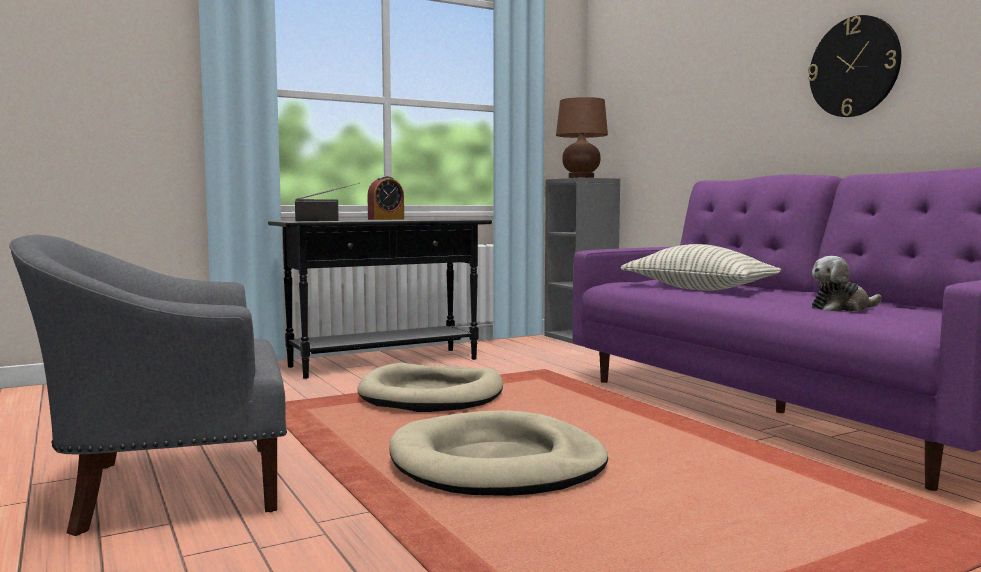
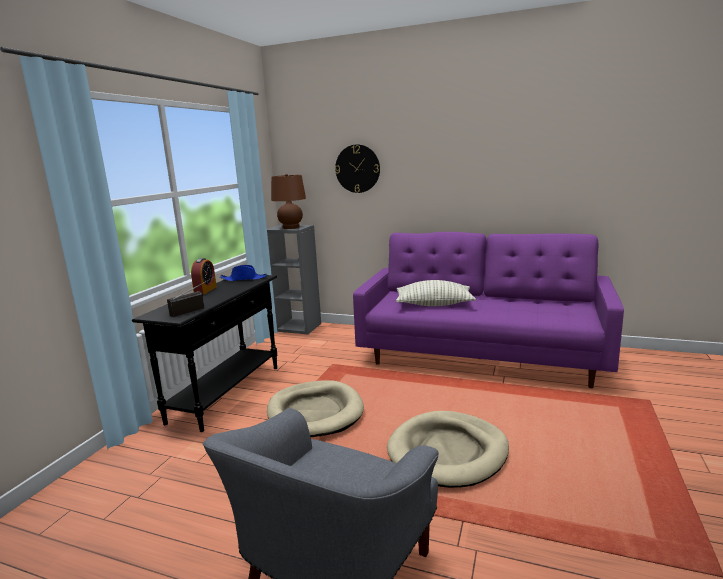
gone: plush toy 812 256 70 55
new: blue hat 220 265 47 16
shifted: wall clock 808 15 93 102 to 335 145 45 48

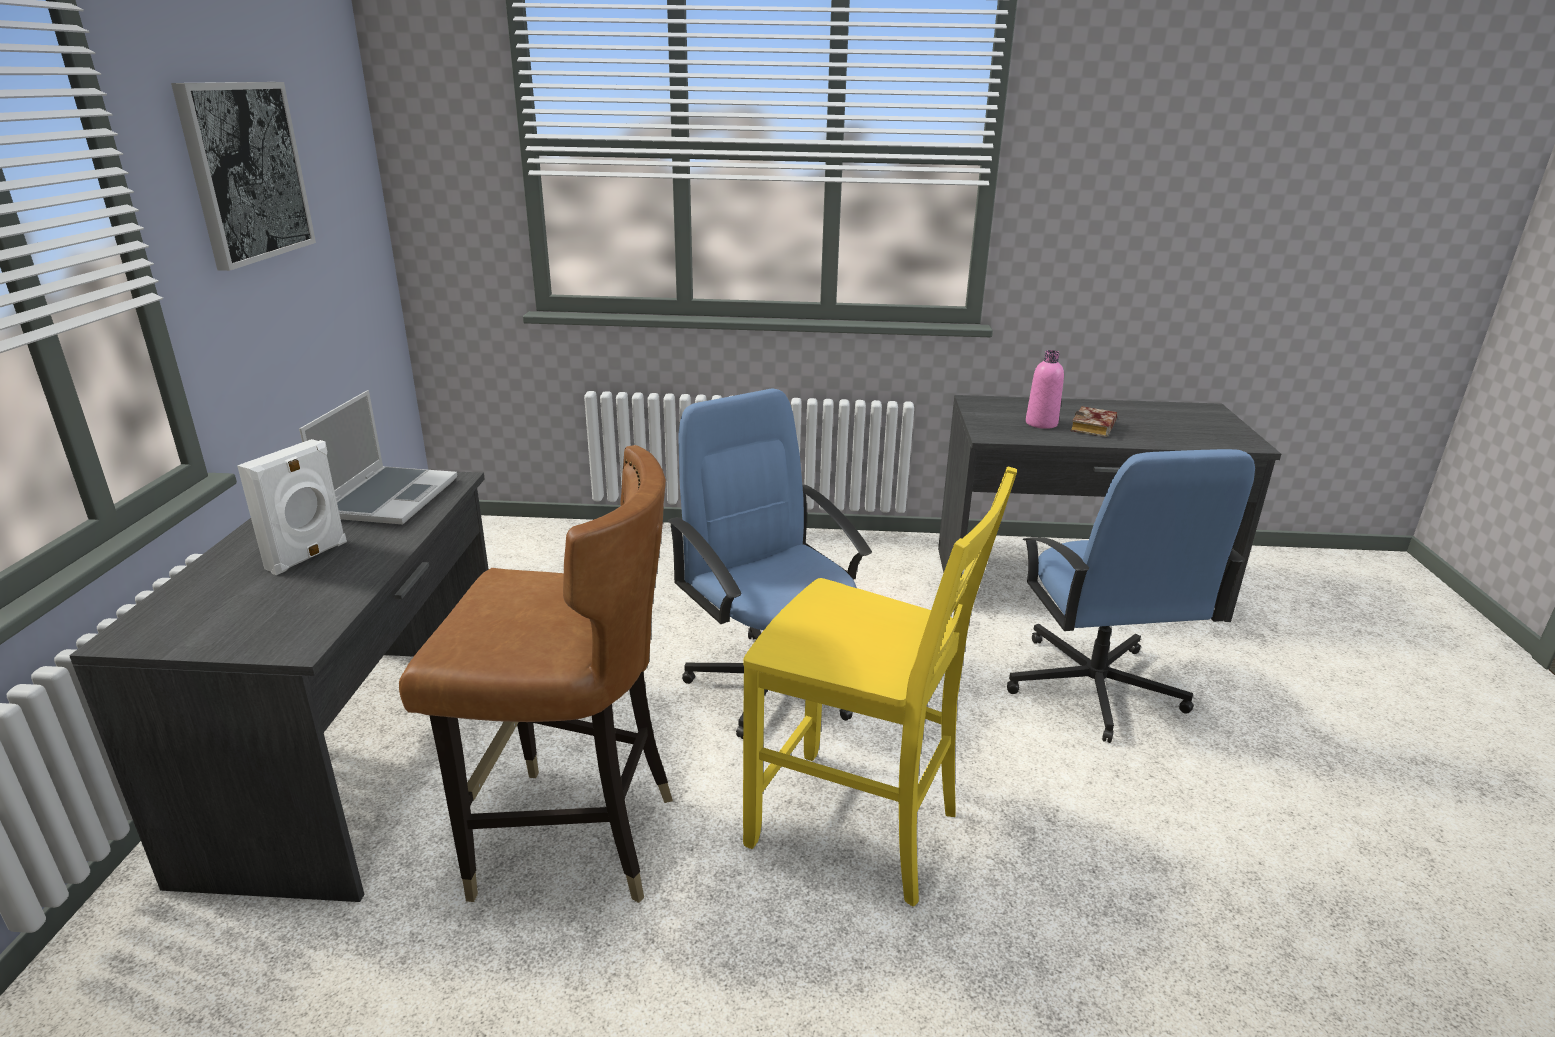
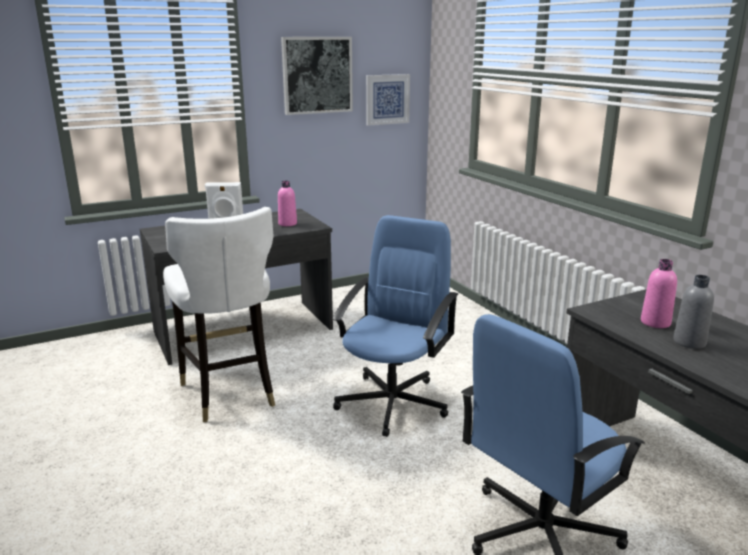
gone: yellow chair 743 467 274 439
new: picture 366 74 44 52
swapped: laptop 299 390 158 134 to pink bottle 278 181 19 45; book 1071 406 46 31 to grey bottle 673 275 41 74
repainted: brown chair 399 445 274 458 to white chair 163 207 112 215

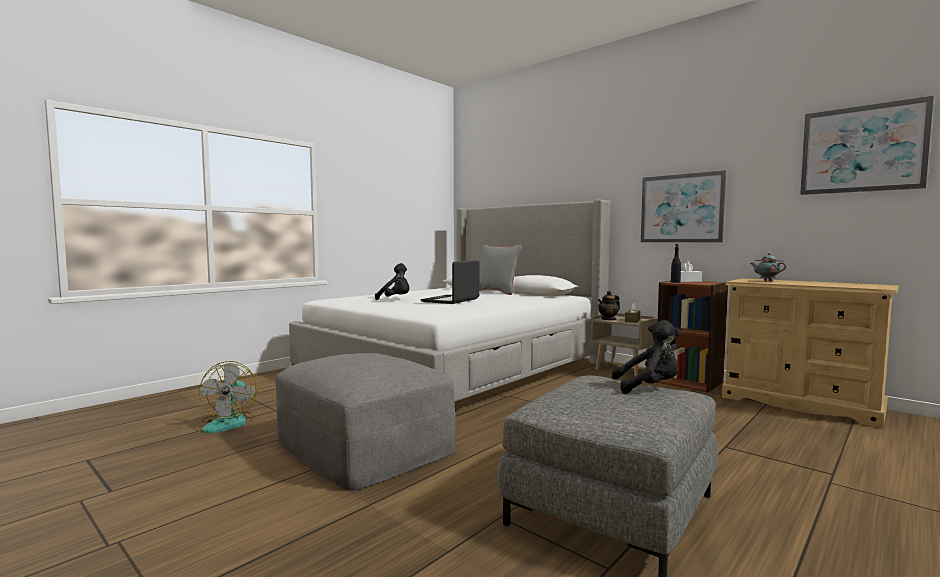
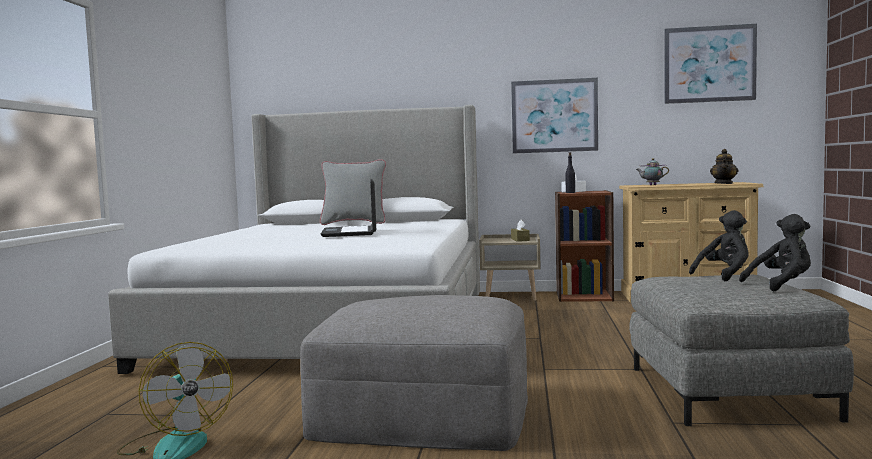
shifted: black plush toy 375 263 34 37 to 739 214 72 78; teapot 598 291 22 30 to 710 149 28 35

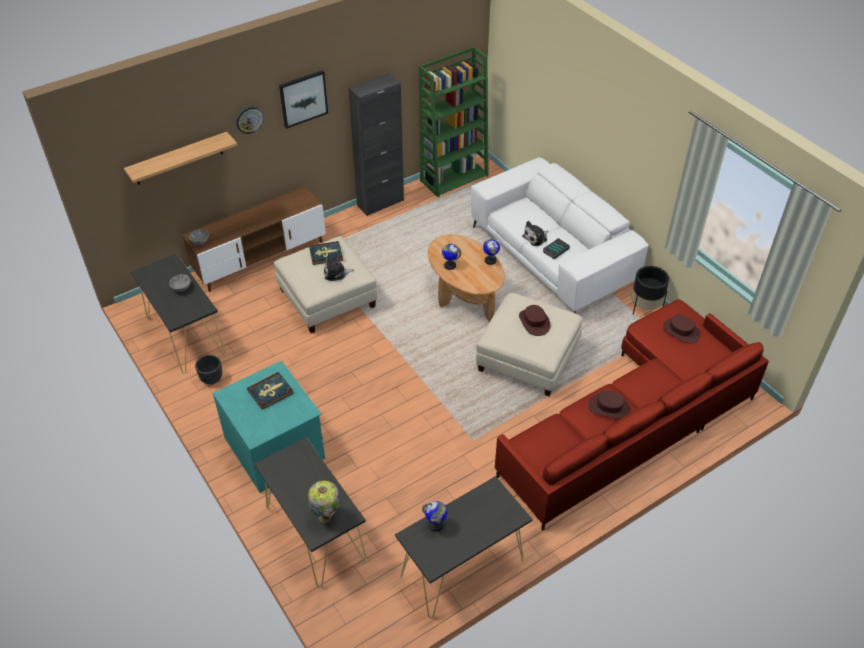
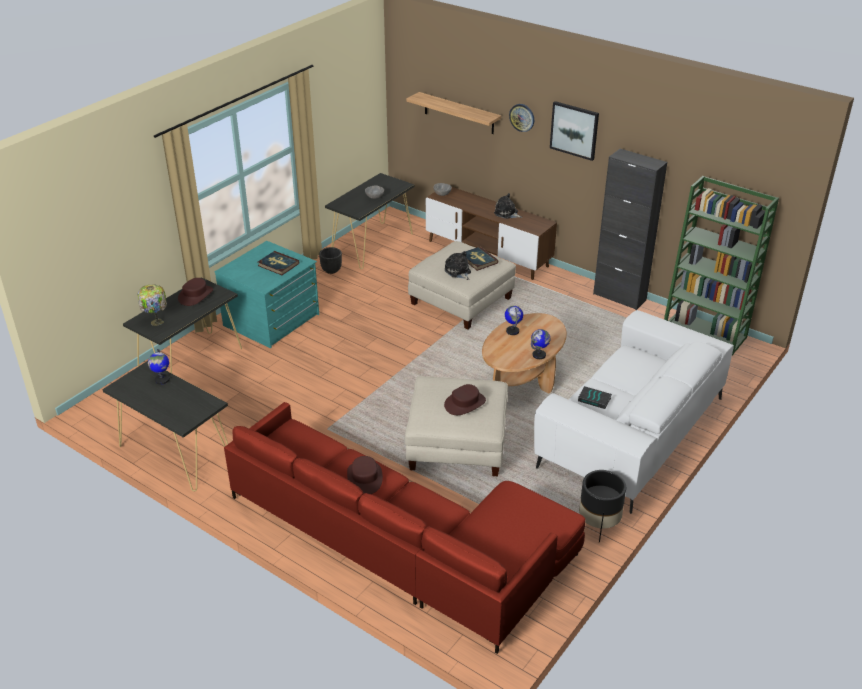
shifted: plush toy 522 221 26 25 to 494 193 28 26; brown hat 663 314 38 30 to 178 278 35 28

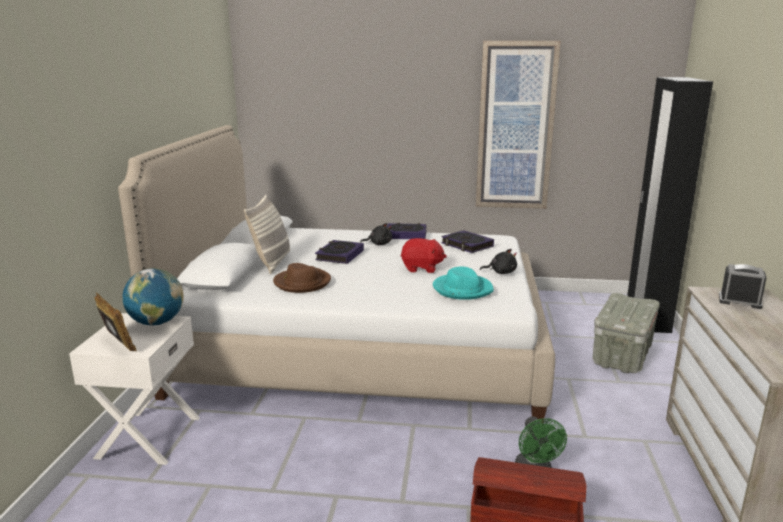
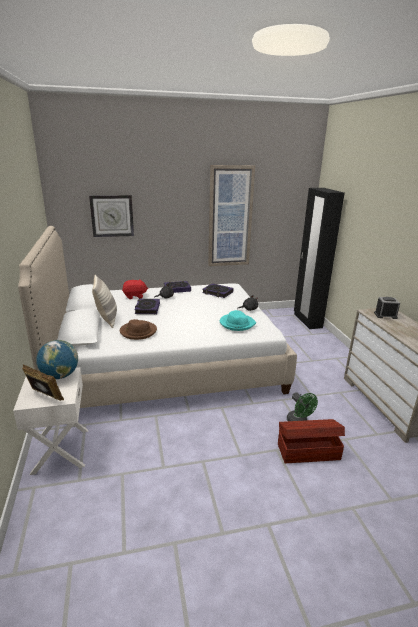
gone: grey storage box 593 293 67 80
new: wall clock 89 195 45 42
shifted: red plush toy 400 238 47 35 to 122 279 26 20

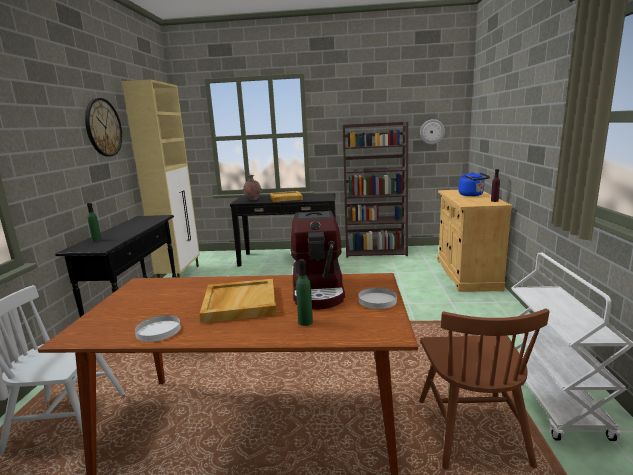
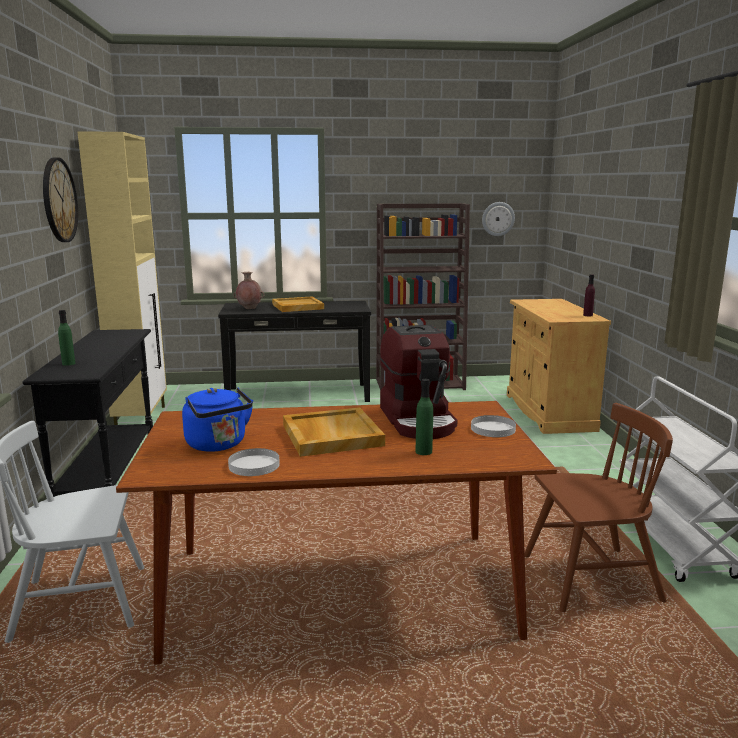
shifted: blue kettle 458 172 32 24 to 182 387 71 65
rotated: brown chair 419 308 131 162 = 525 403 148 209 90 degrees counterclockwise

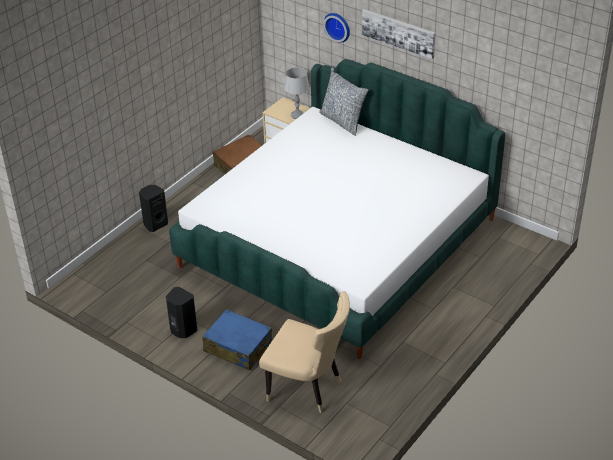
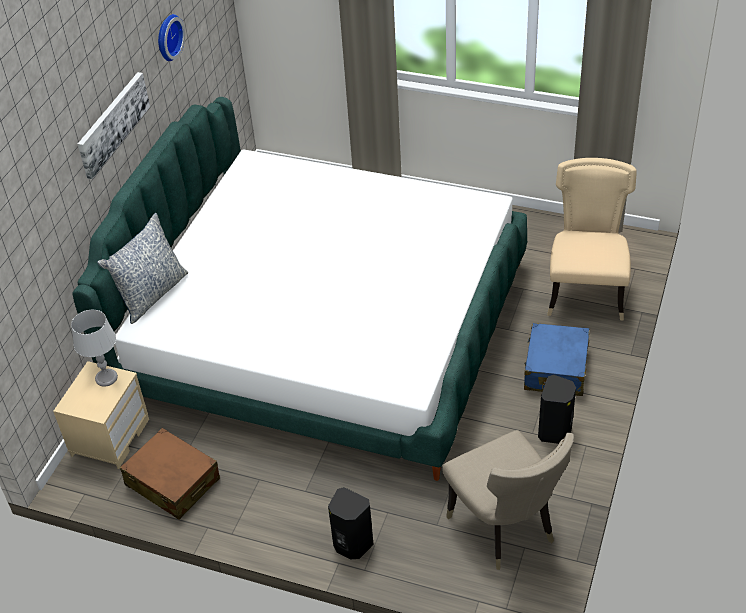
new: beige chair 442 430 132 140
shifted: wall clock 323 13 27 30 to 158 14 27 47

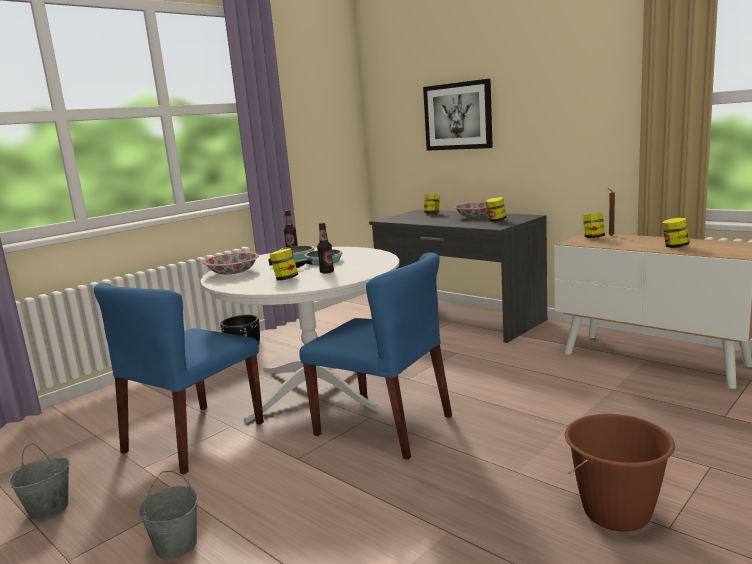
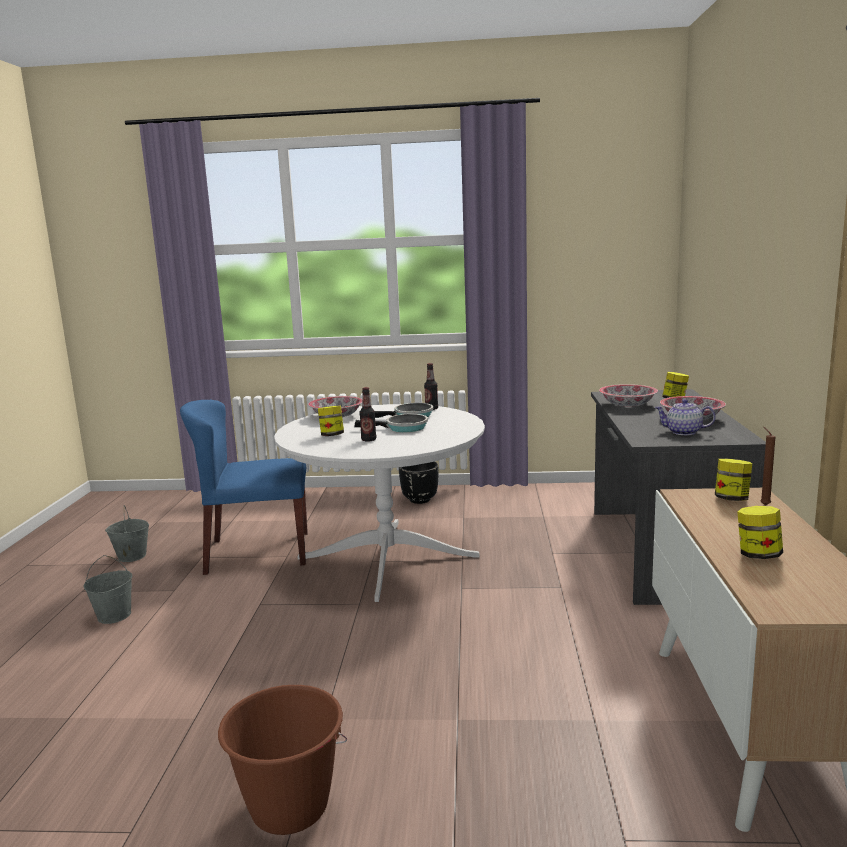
gone: blue chair 299 252 153 208; picture 423 79 70 72
new: bowl 599 384 59 22
swapped: jar 485 197 21 25 to teapot 655 399 61 36

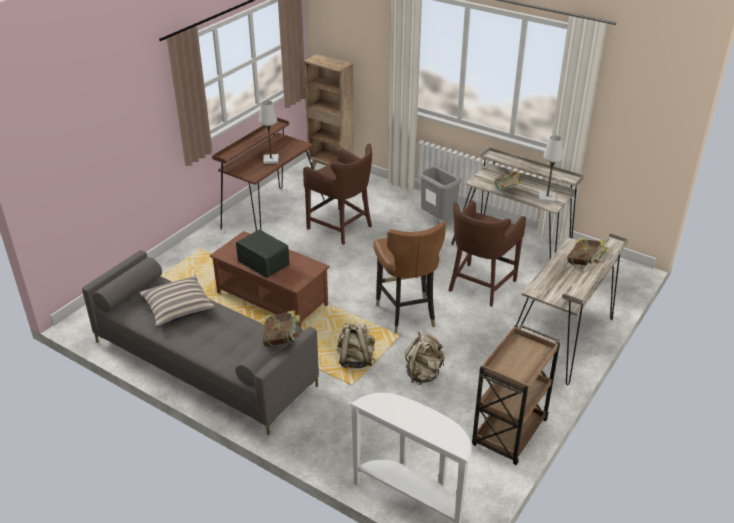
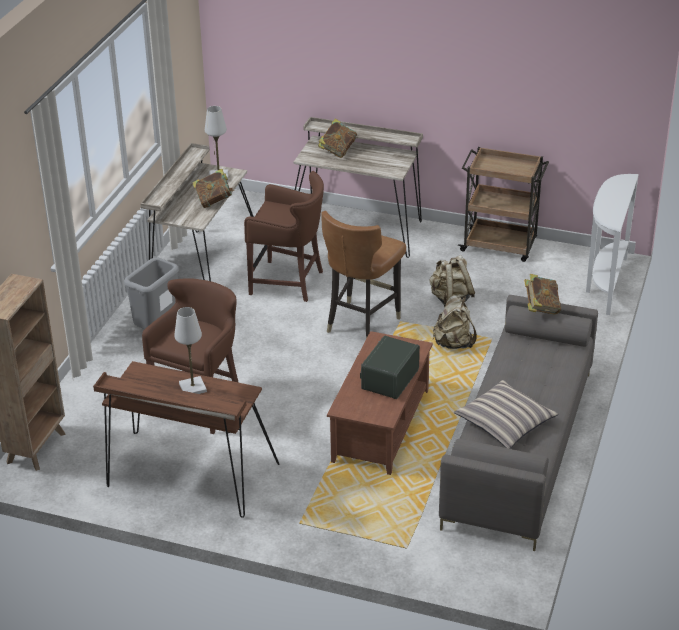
rotated: brown chair 373 221 73 113 = 321 211 85 128 150 degrees clockwise

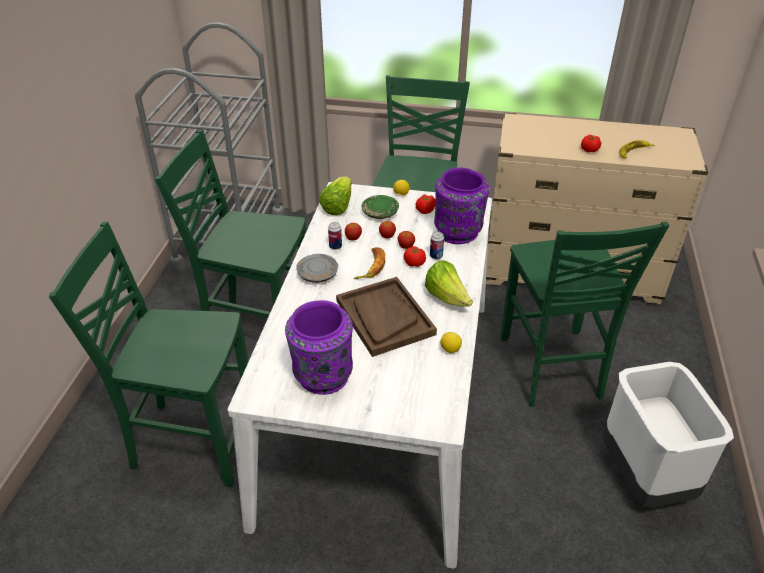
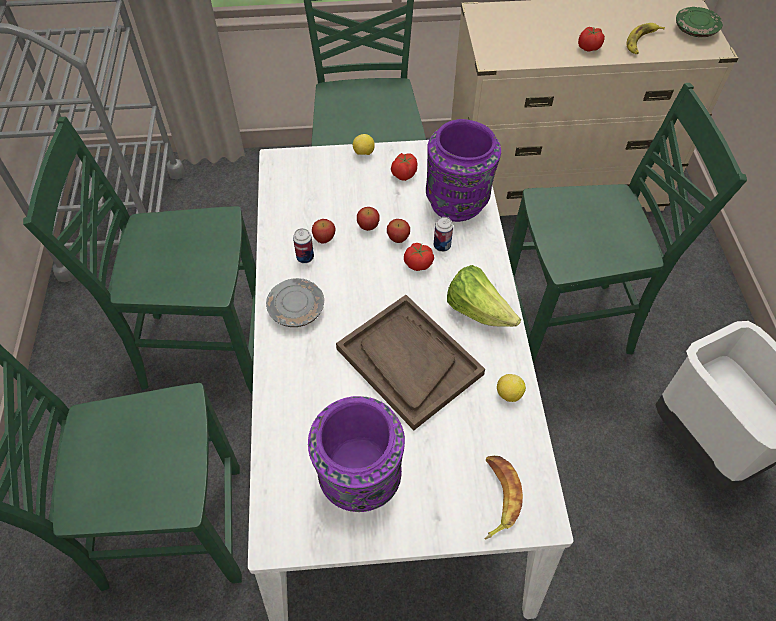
gone: lettuce 320 176 31 39
shifted: banana 354 247 31 32 to 485 456 38 84; green plate 362 195 37 24 to 676 7 47 30
rotated: green chair 500 221 169 186 = 508 83 239 281 75 degrees counterclockwise

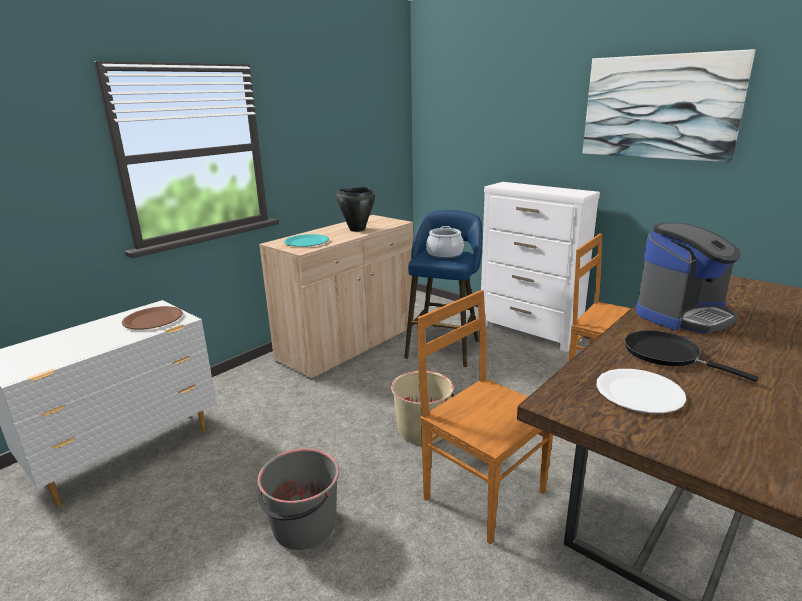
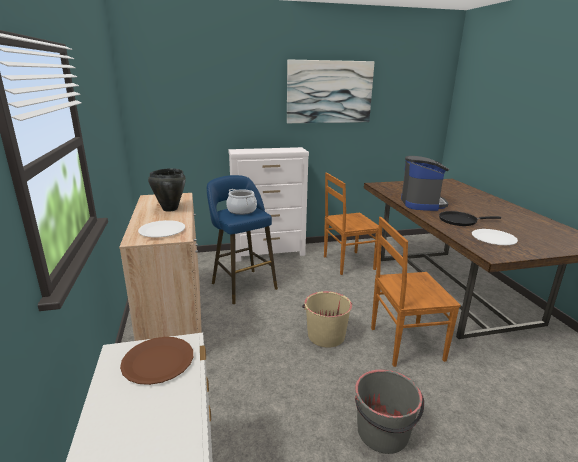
repainted: turquoise plate 284 234 45 13 to white plate 138 220 47 17

